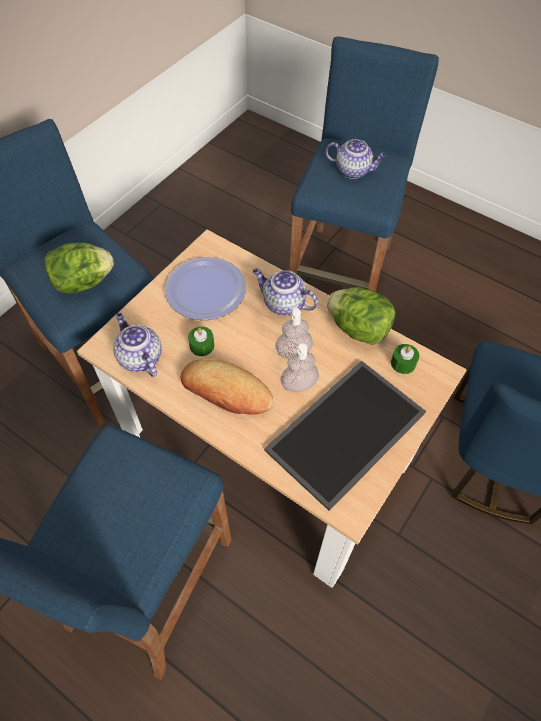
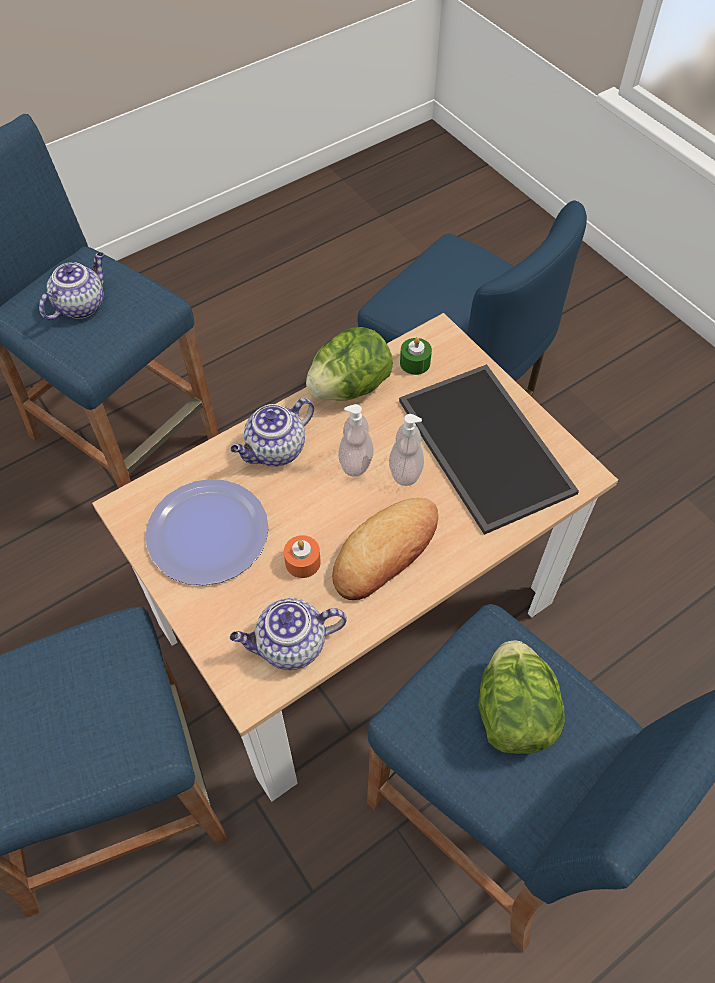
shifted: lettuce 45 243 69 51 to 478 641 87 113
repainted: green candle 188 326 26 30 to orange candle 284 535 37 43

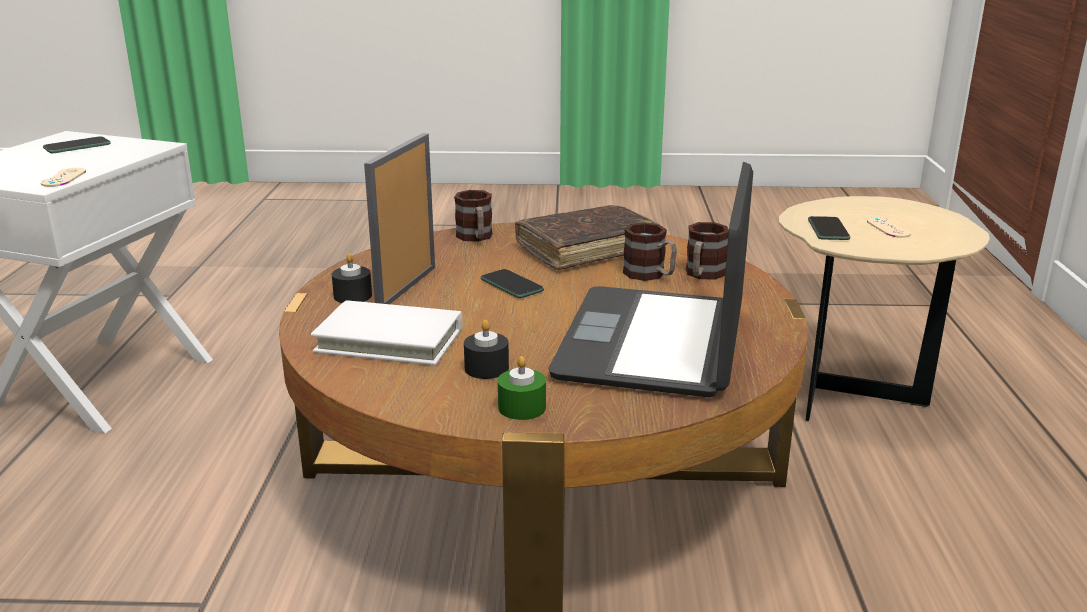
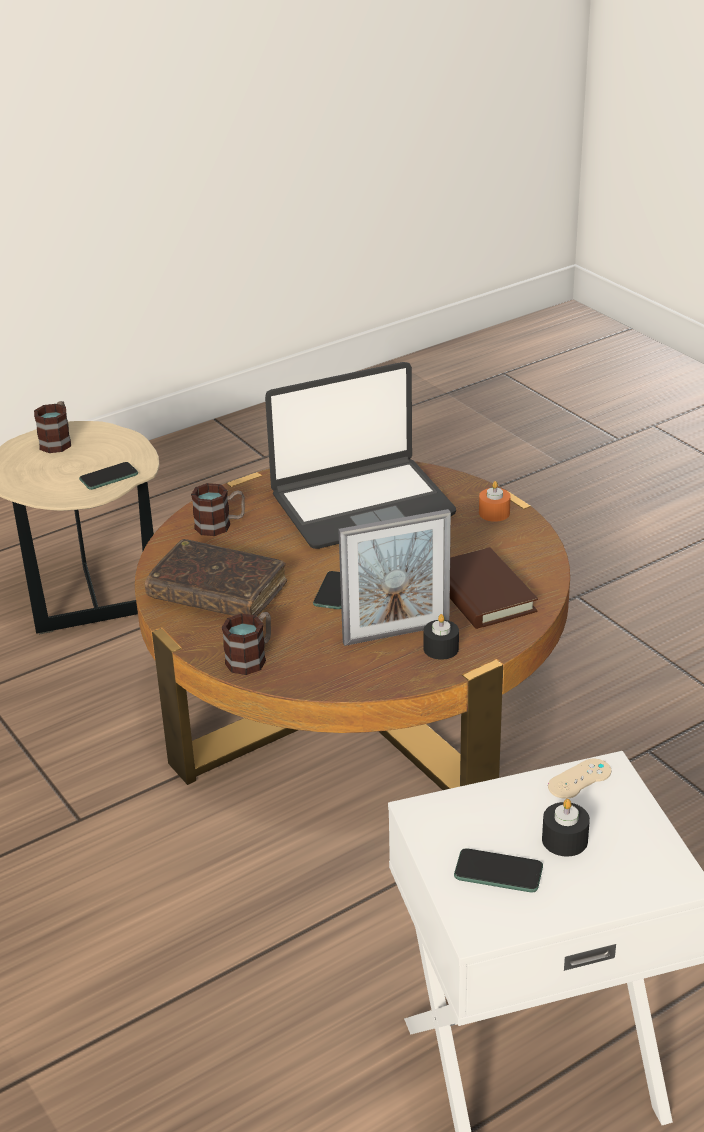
gone: beige game controller 867 217 44 21
shifted: black candle 464 320 45 59 to 542 799 48 58; mug 623 223 54 58 to 34 401 37 52
repainted: white book 311 300 151 66 to brown book 450 547 88 82; green candle 498 356 48 64 to orange candle 479 481 32 41

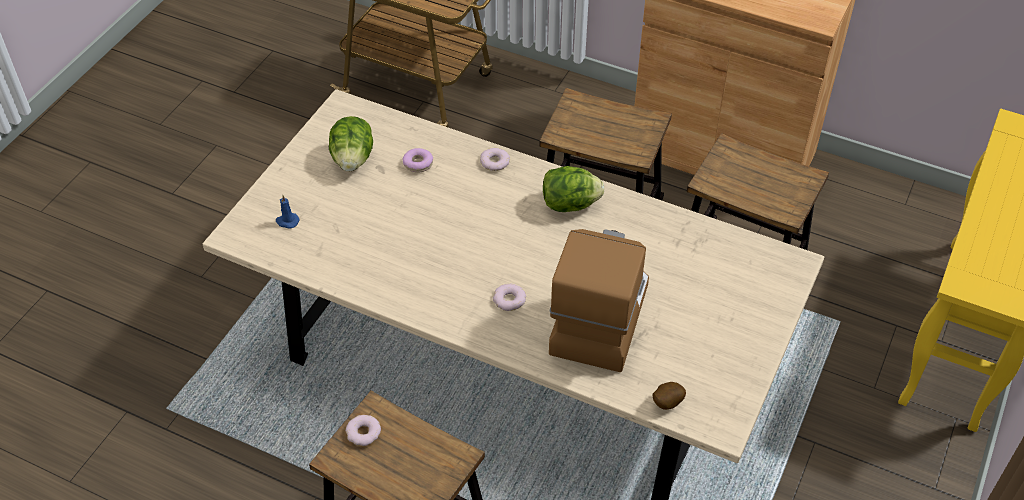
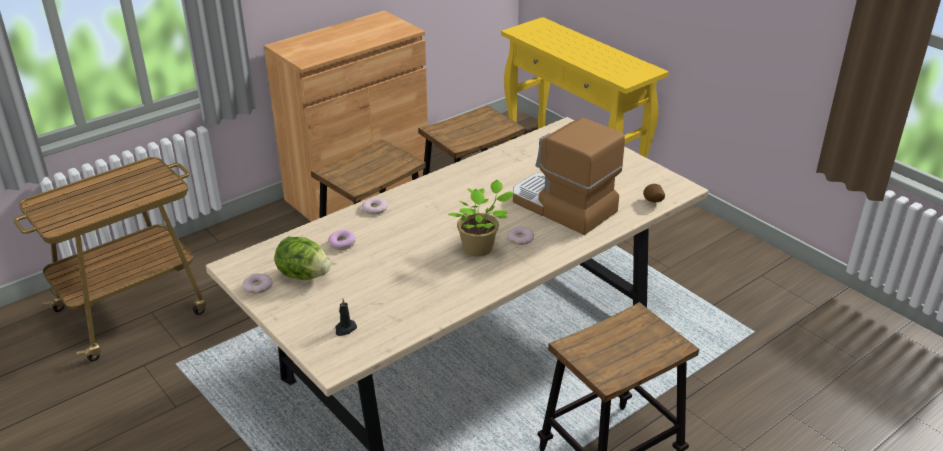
gone: lettuce 543 166 62 46
new: potted plant 448 180 67 77
shifted: donut 346 415 35 31 to 243 273 30 20
repainted: blue candle 276 195 24 34 to black candle 335 299 22 37

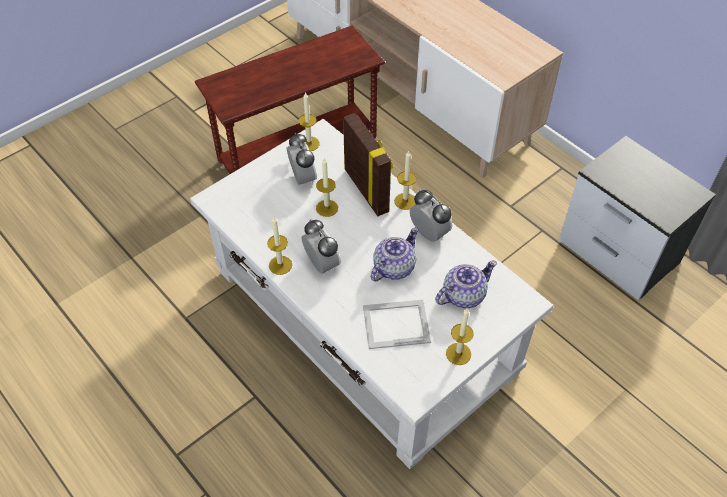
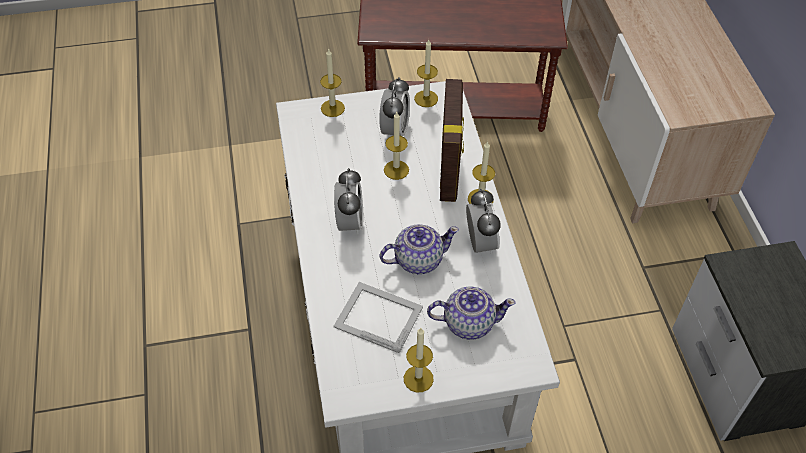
shifted: candle 267 217 25 58 to 320 48 25 69

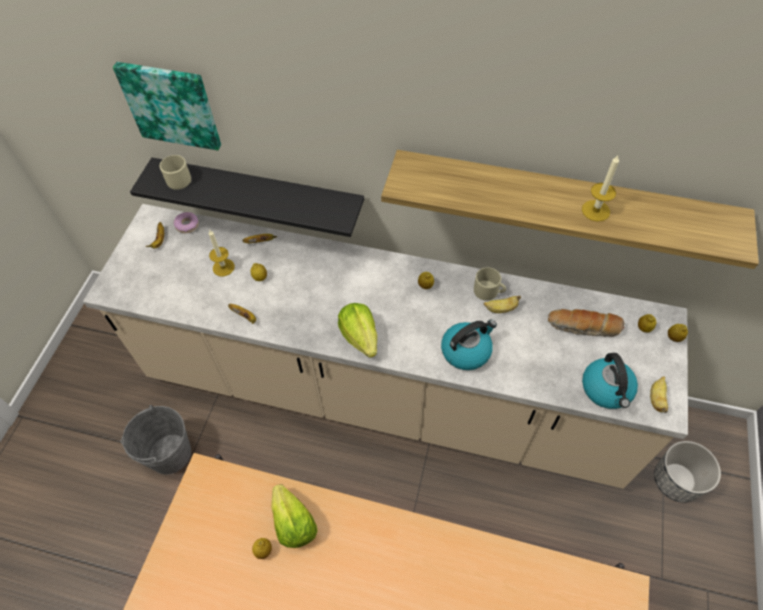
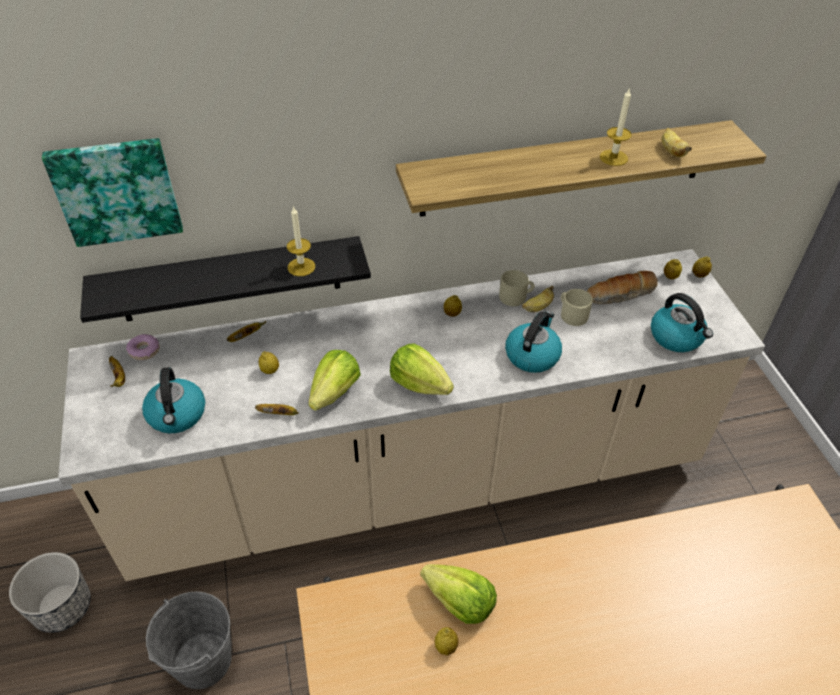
new: kettle 142 367 63 66; lettuce 308 350 53 61
shifted: beige mug 160 155 31 35 to 561 289 32 37; candle 209 230 26 46 to 287 206 28 70; banana 650 377 18 36 to 662 128 30 29; planter 654 441 67 62 to 9 552 82 81

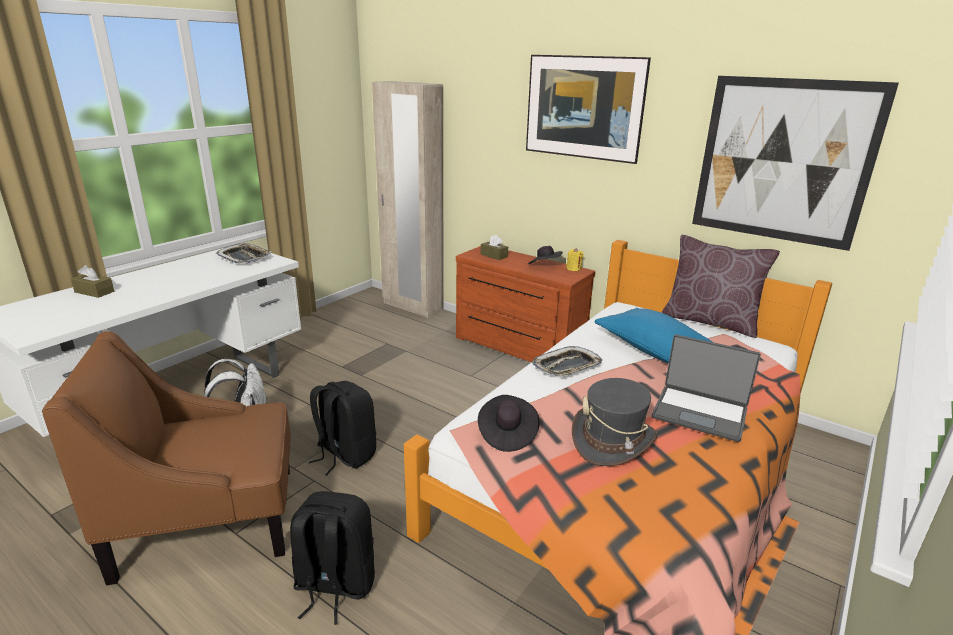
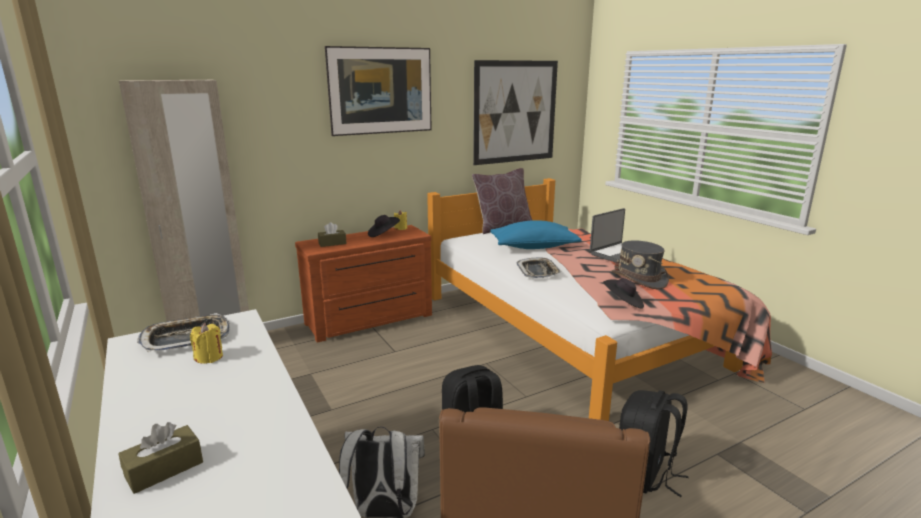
new: yellow candle 190 323 33 41

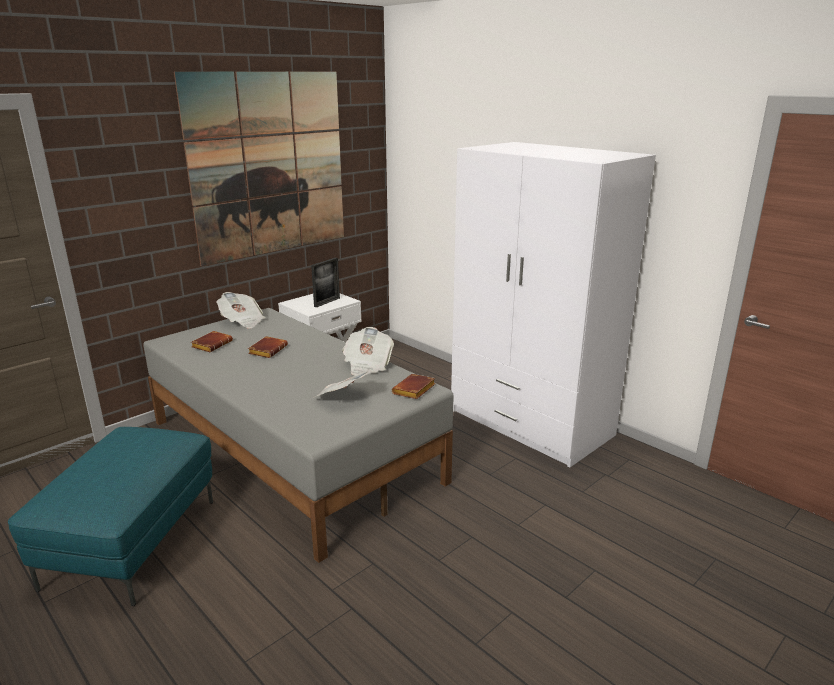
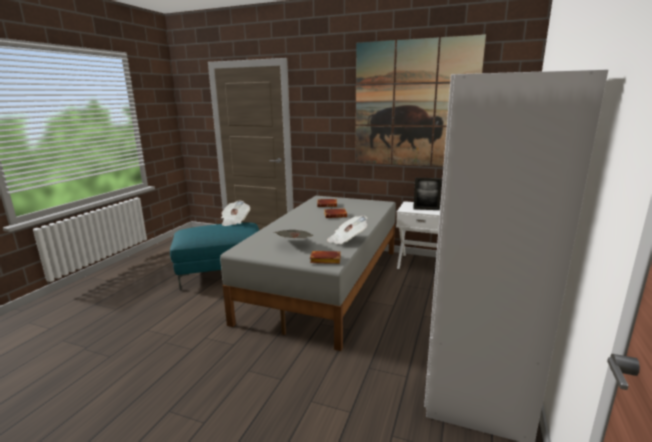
shifted: newspaper 216 292 49 37 to 221 201 29 25

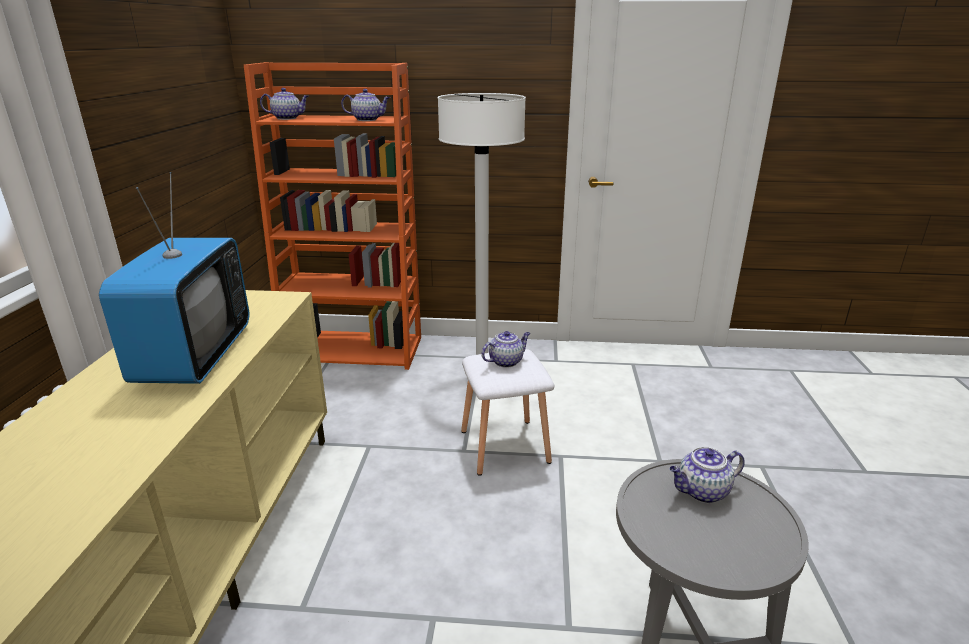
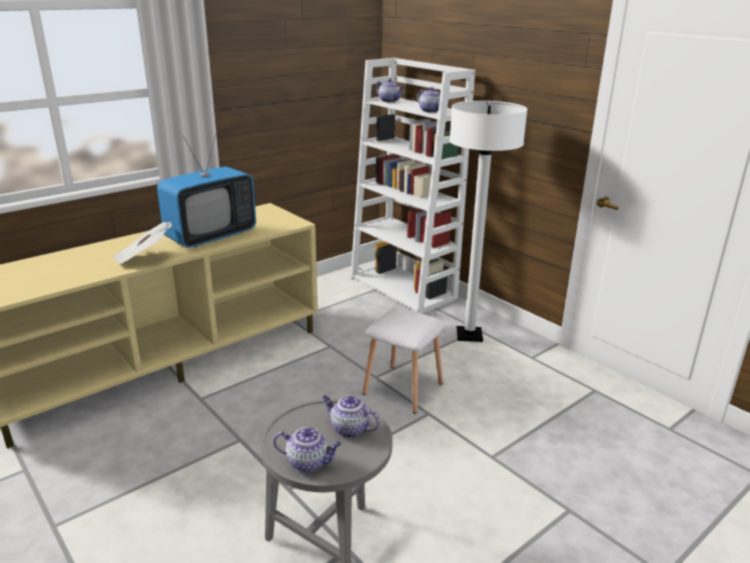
new: newspaper 113 222 59 43
shifted: teapot 481 331 49 37 to 273 427 69 45
repainted: orange bookcase 244 62 177 308 to white bookcase 350 58 125 255

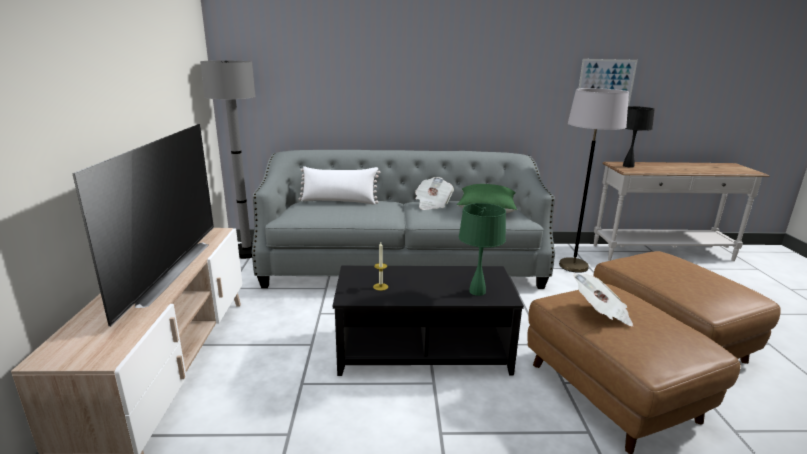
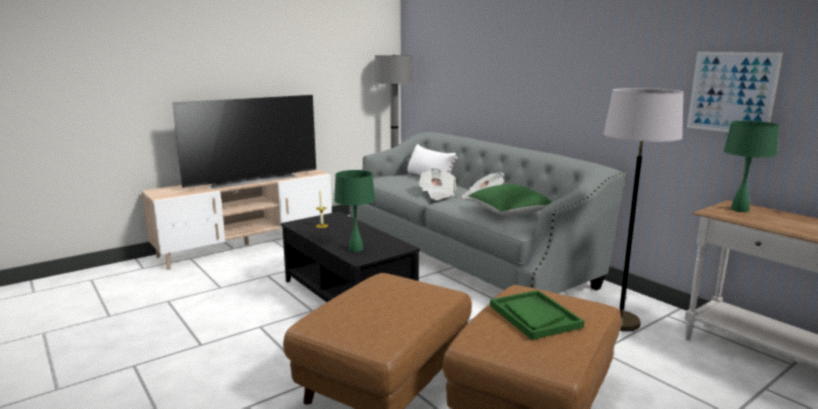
new: green tray 490 290 94 50
shifted: newspaper 574 273 59 53 to 418 168 38 32
repainted: black table lamp 623 106 32 62 to green table lamp 724 121 55 91

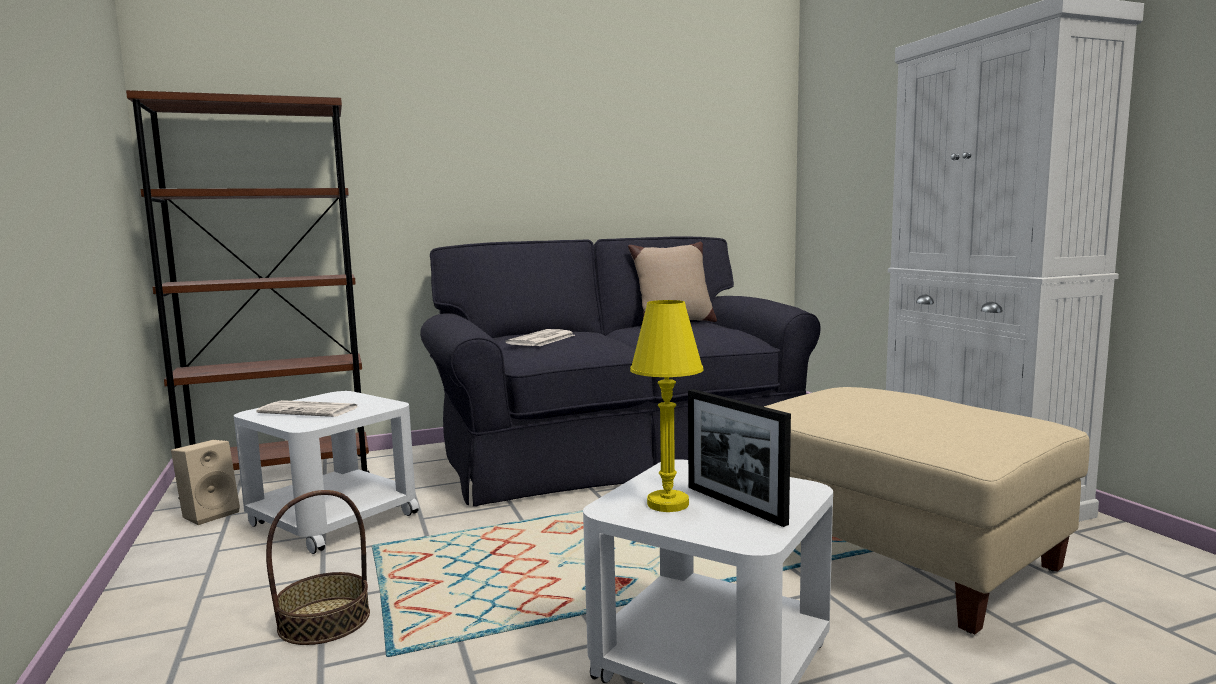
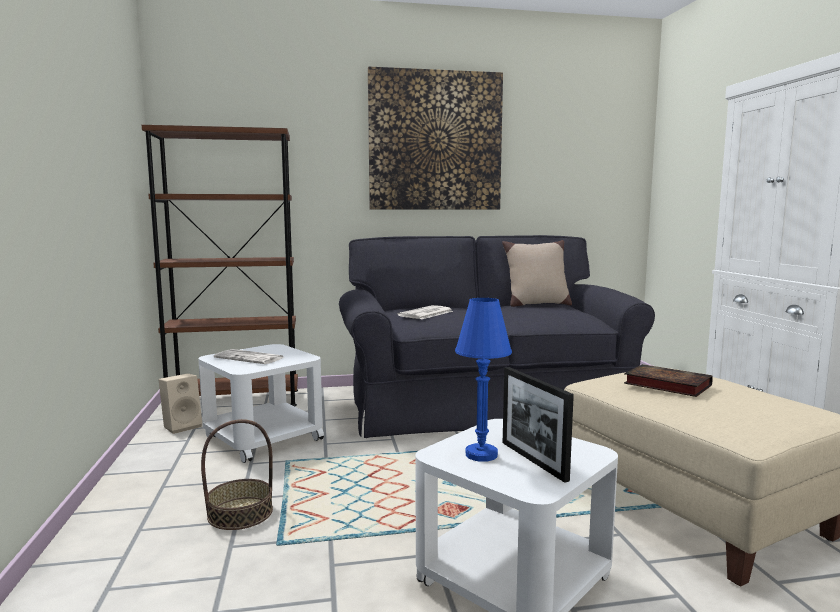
new: picture 368 66 135 144; book 624 364 89 33
repainted: yellow table lamp 630 300 74 212 to blue table lamp 455 298 57 164

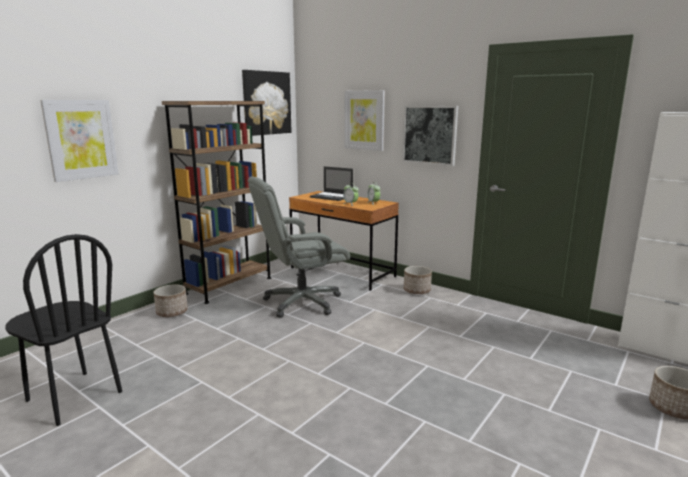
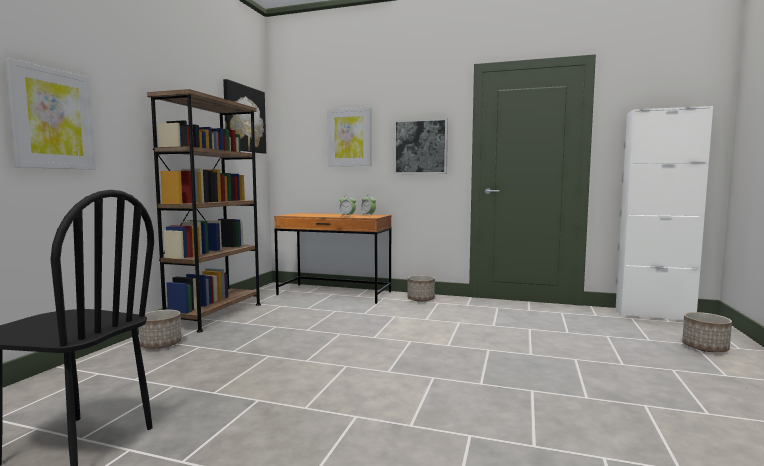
gone: grey office chair 248 176 102 142; laptop 310 166 43 35

